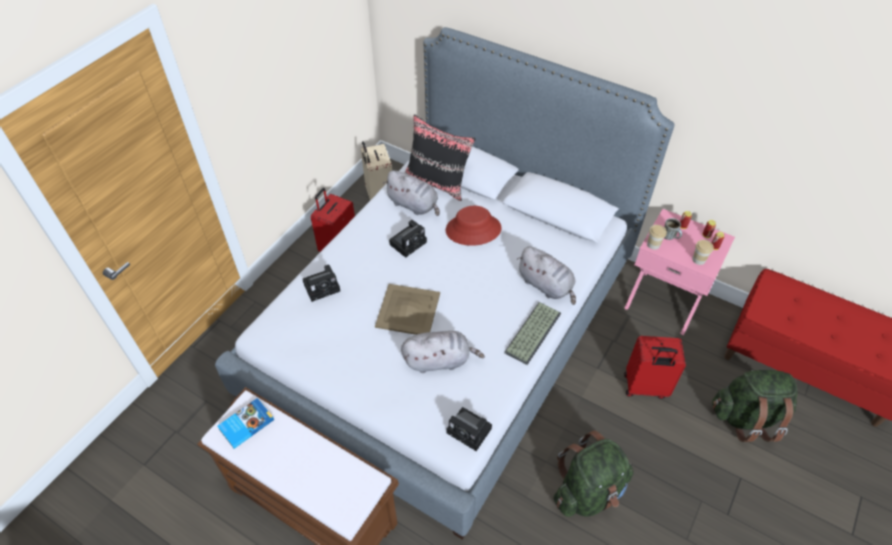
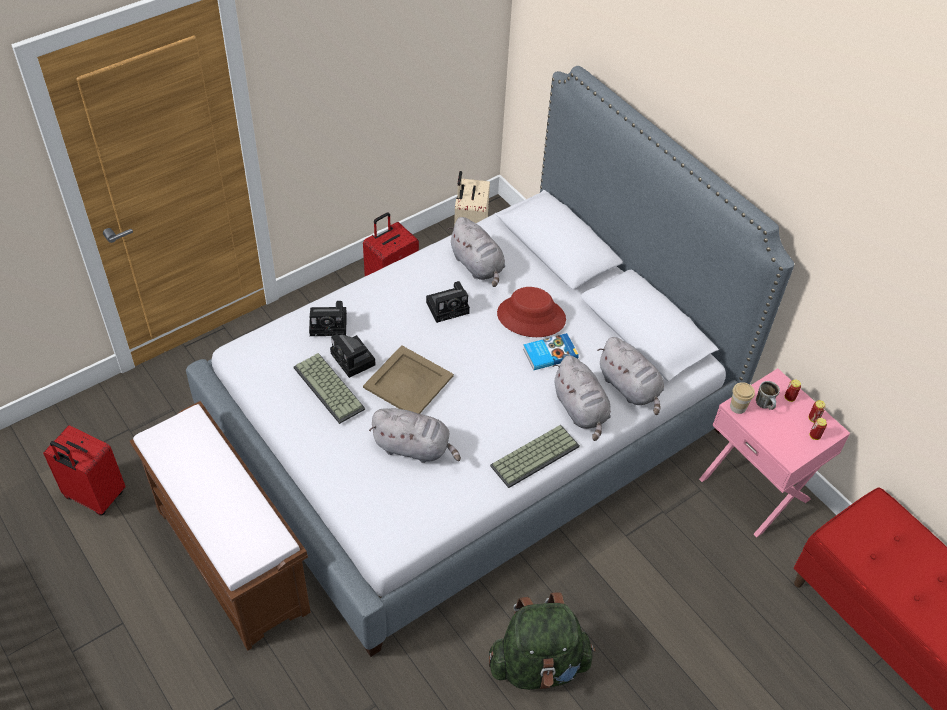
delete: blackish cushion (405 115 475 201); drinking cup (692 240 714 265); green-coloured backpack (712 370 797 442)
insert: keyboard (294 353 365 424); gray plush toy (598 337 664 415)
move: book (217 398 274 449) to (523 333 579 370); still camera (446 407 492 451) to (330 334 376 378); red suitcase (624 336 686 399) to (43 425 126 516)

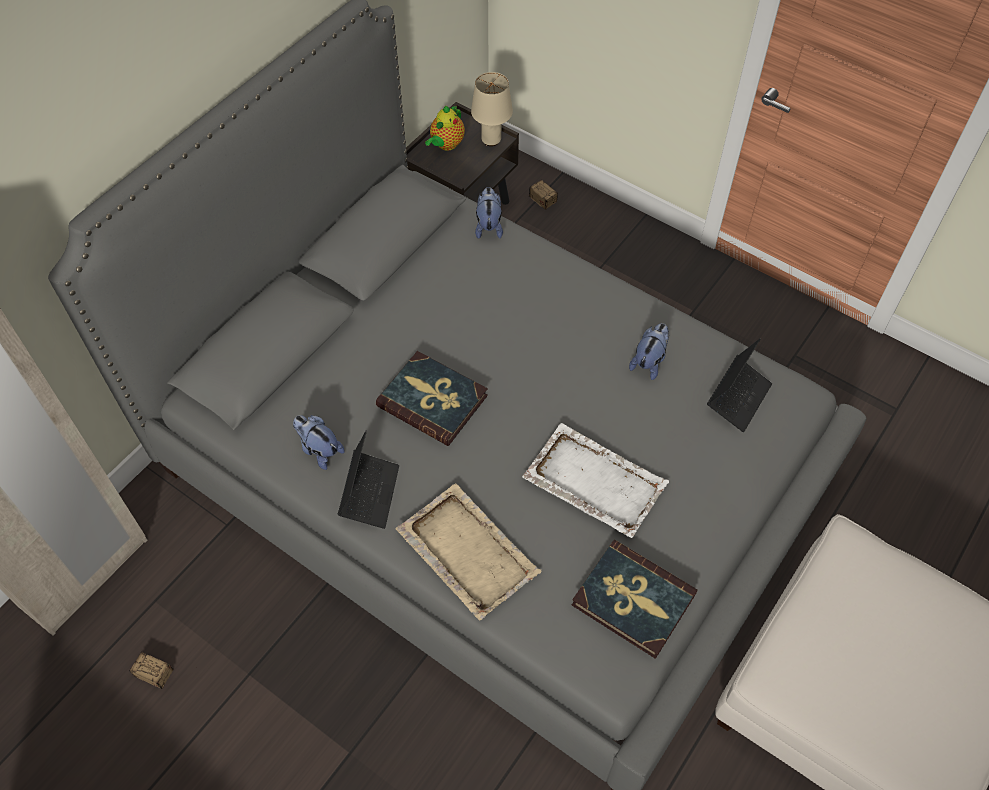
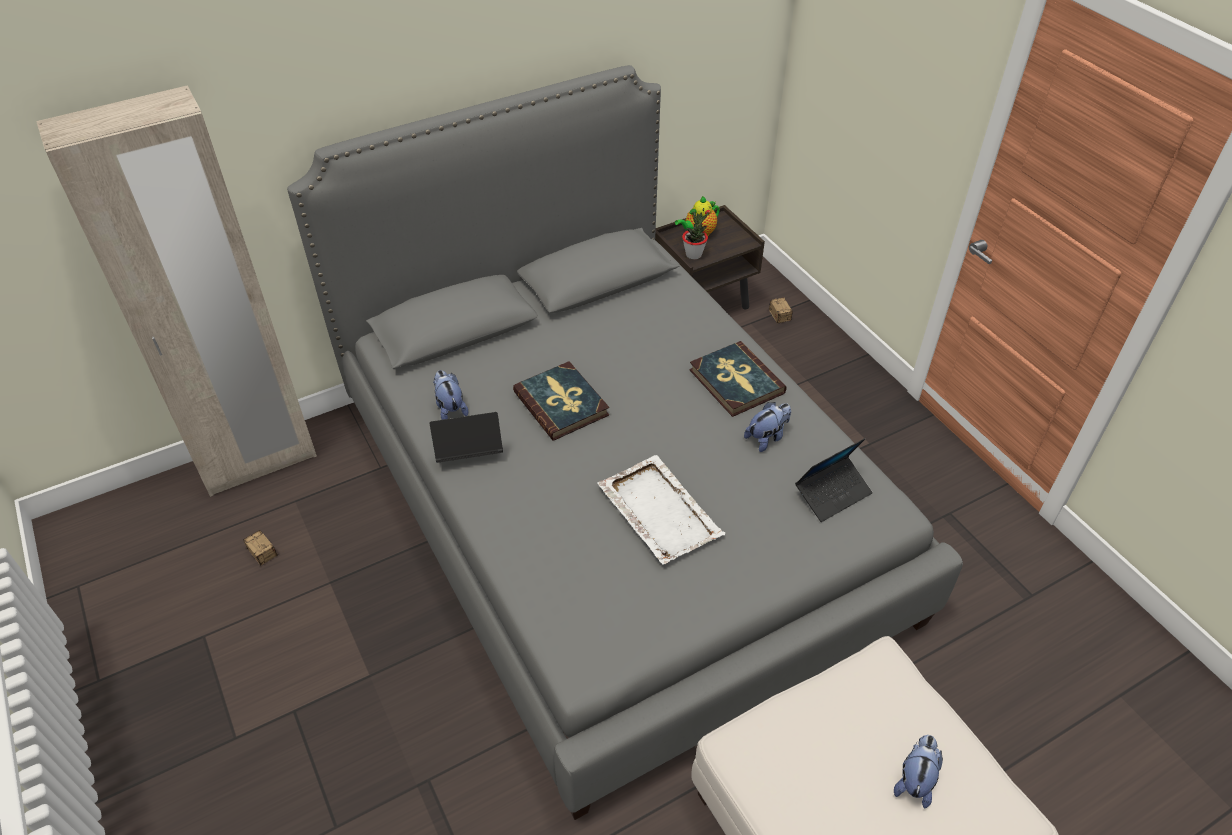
delete: sand-coloured tray (396 483 541 620); sand-coloured tabletop lamp (471 72 513 146)
insert: plant in a pot (682 212 709 259)
move: plush toy (475 187 503 239) to (894 735 943 808); book (572 539 698 659) to (689 341 787 417)
rotate: notebook computer (338 431 399 529) = (429 412 503 463) 135 degrees counterclockwise

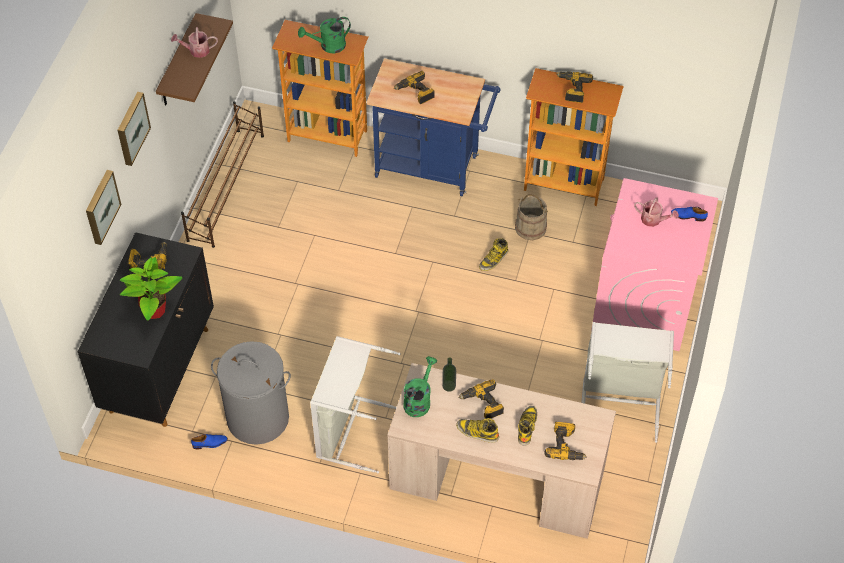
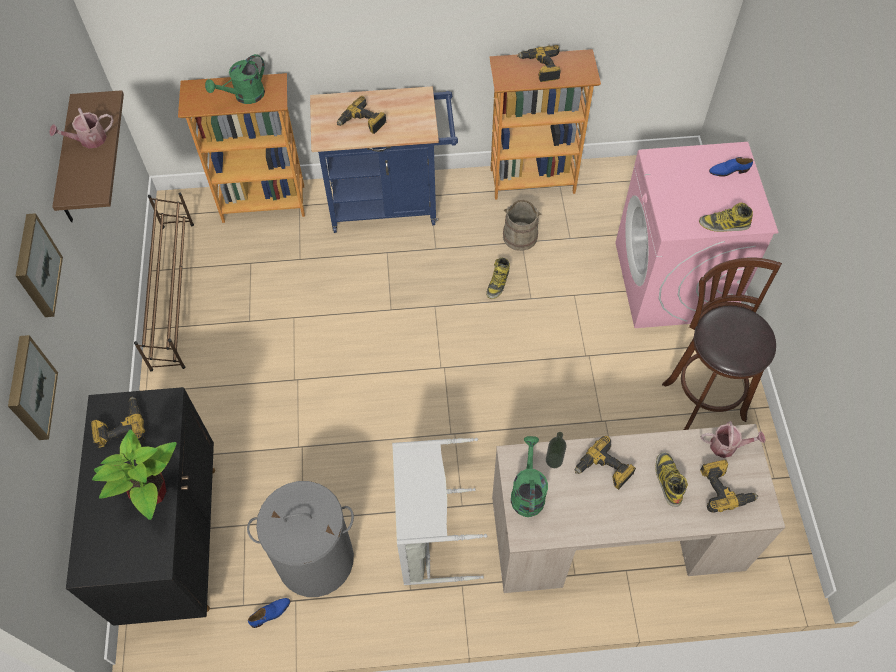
move: high-top boot (456 418 499 443) to (699 203 753 232); watering can (634 197 679 227) to (701 421 766 458)
replace: gray laundry basket (581 322 674 443) to brownish stool (662 257 782 430)

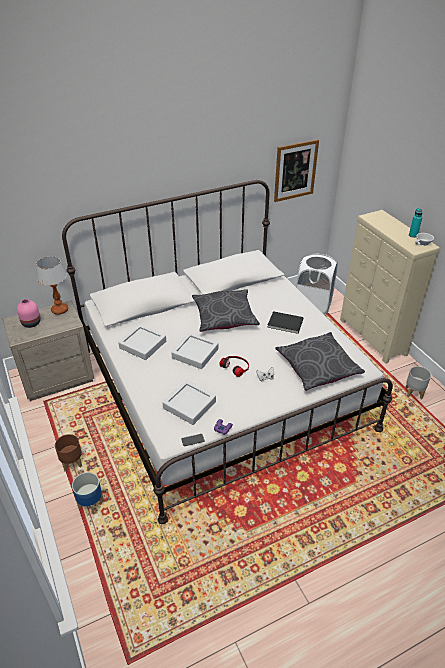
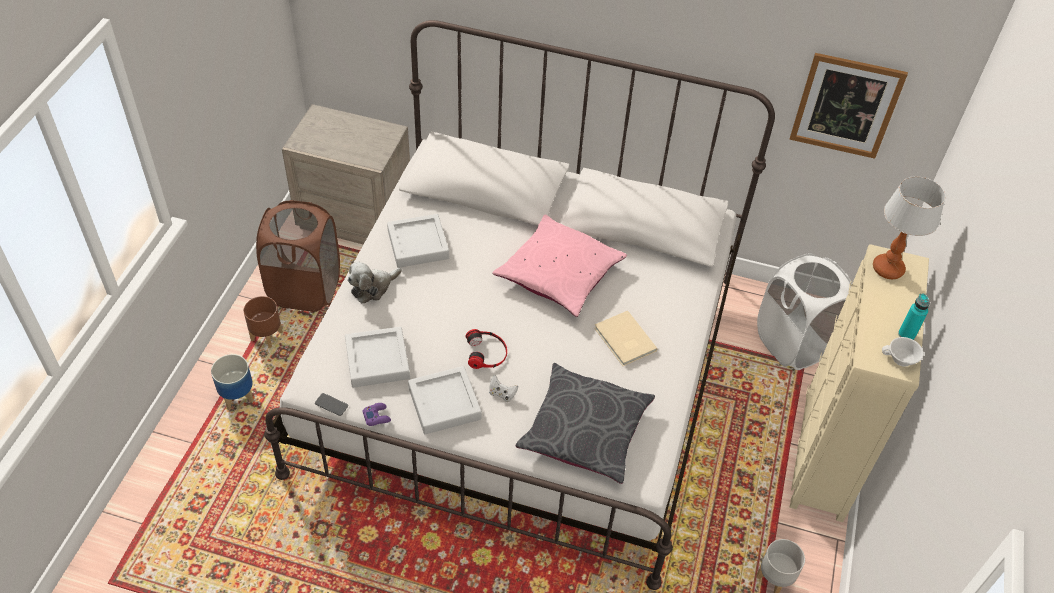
delete: pink-coloured vase (17 299 41 328)
insert: brownish laundry basket (256 200 340 312); plush toy (348 261 402 304)
move: tabletop lamp (36 256 68 315) to (873 176 945 279); gray tray (171 333 219 369) to (408 366 481 435)
recolor: gray cushion (192 289 260 332) to pink-coloured cushion (492 215 627 317); blackish book (267 311 303 334) to sand-coloured book (594 311 657 366)

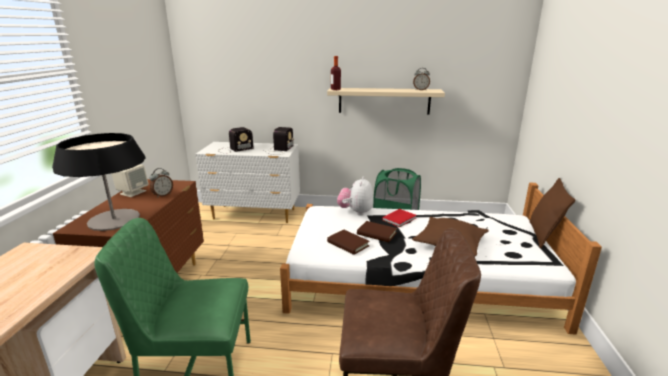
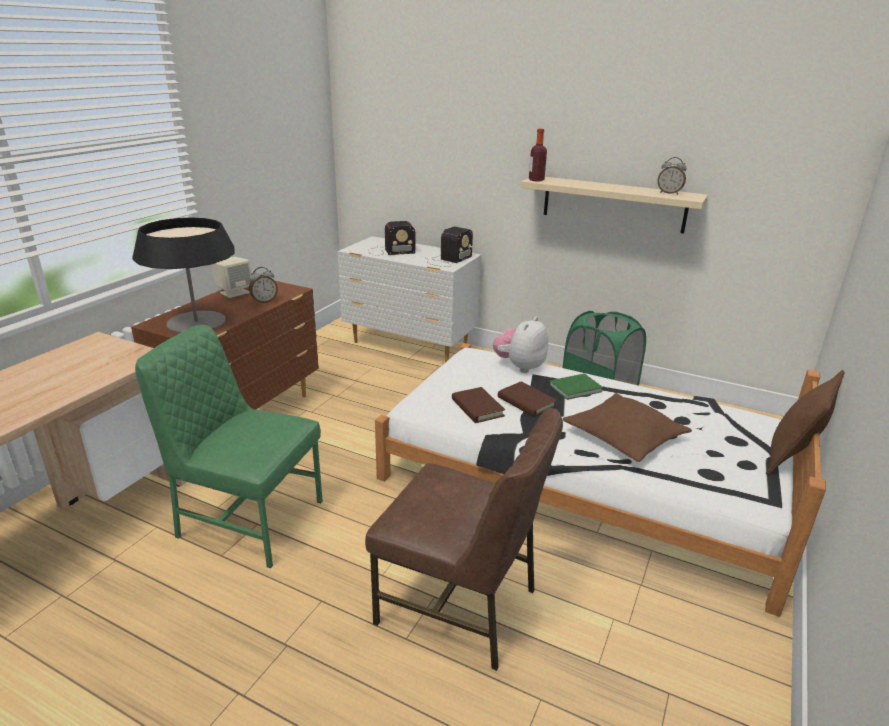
recolor: red book (382 209 417 227) to green-coloured book (549 373 603 400)

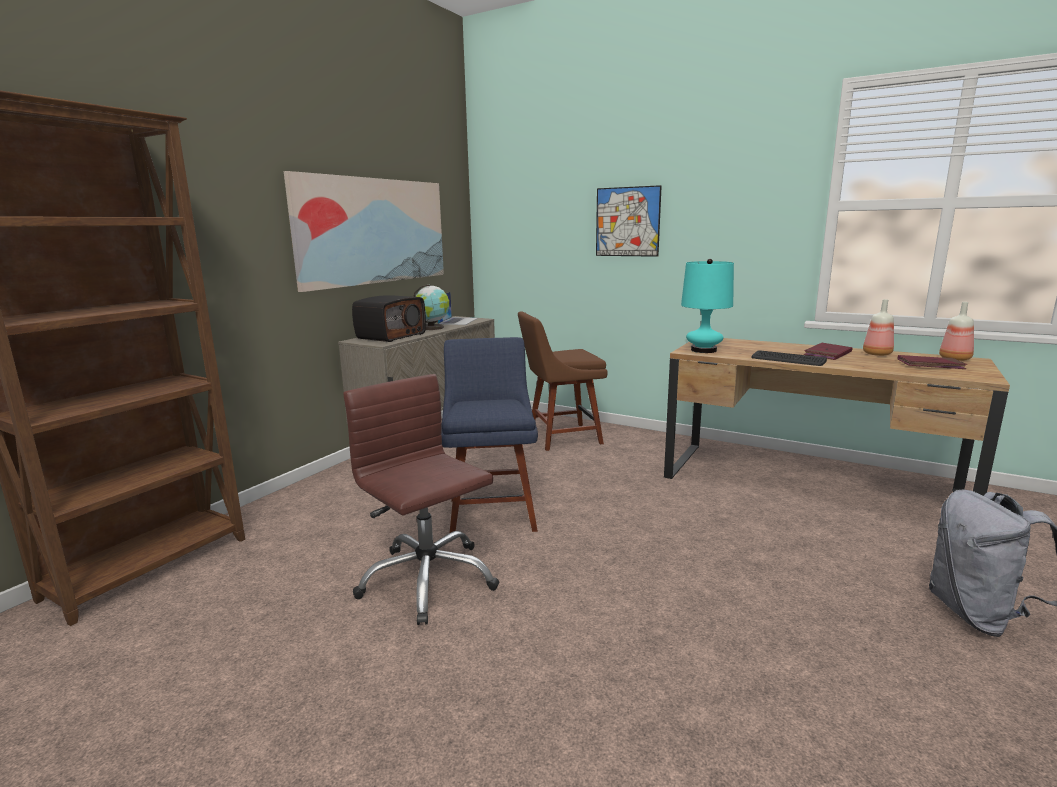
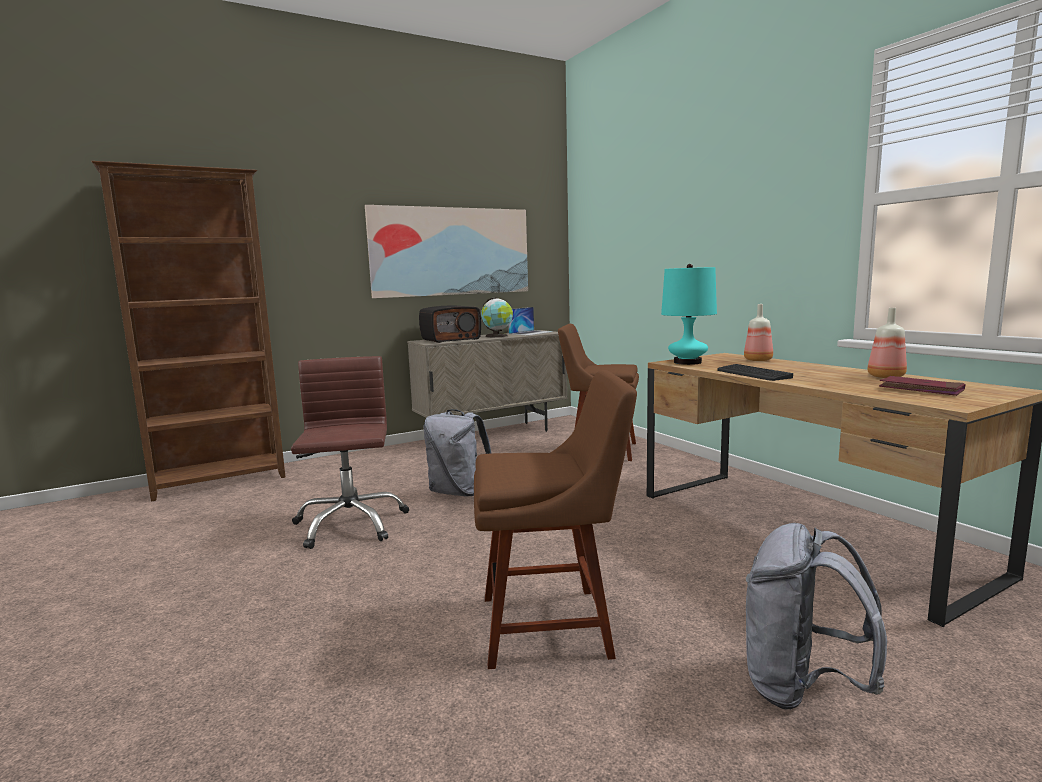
delete: picture (596 185 662 257); red book (804 343 853 360)
insert: brownish chair (474 370 637 669)
move: beverage bottle (939 302 974 361) to (744 304 773 361)
replace: bluish chair (441 337 538 533) to gray backpack (424 409 491 496)

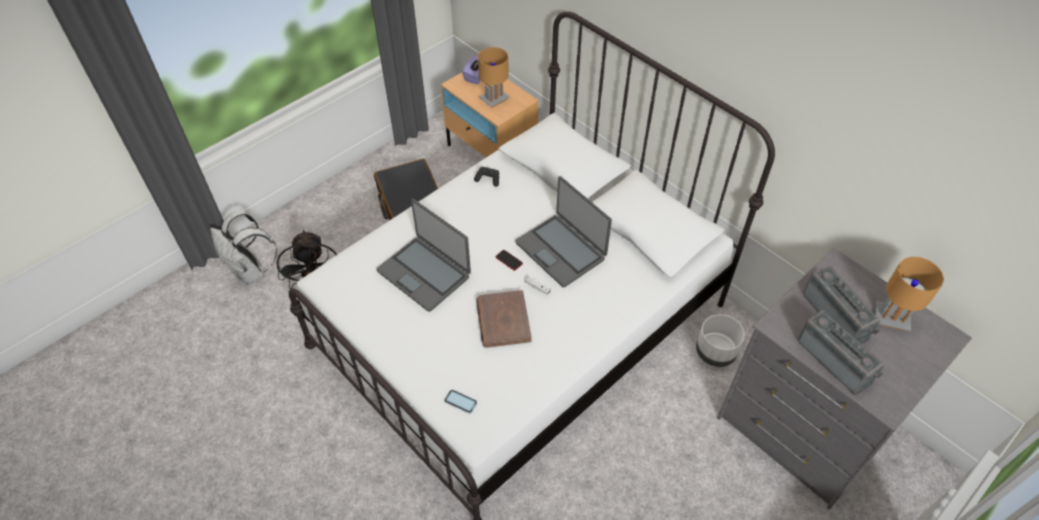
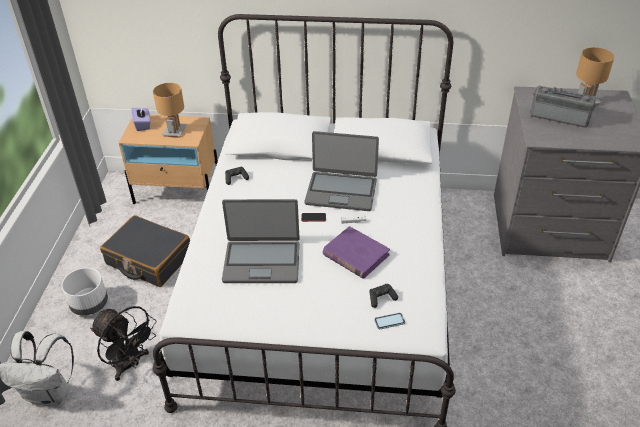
delete: radio set (797 310 884 395)
insert: blackish game controller (370 284 398 308)
move: white-coloured planter (696 314 745 367) to (61 268 108 316)
recolor: brownish book (476 290 532 348) to purple-coloured book (323 226 390 279)

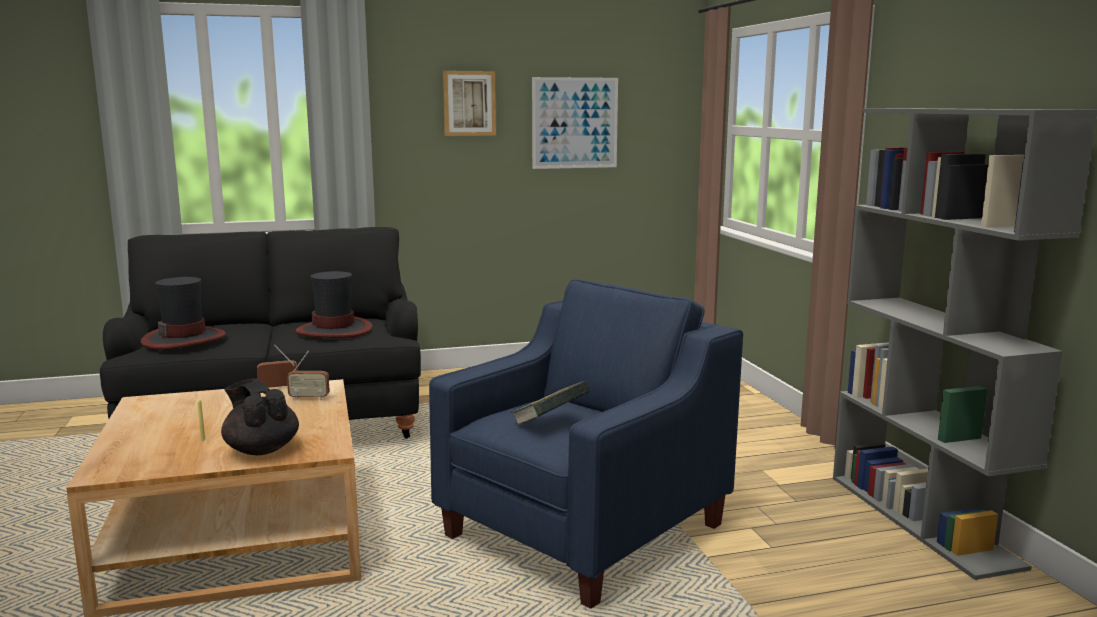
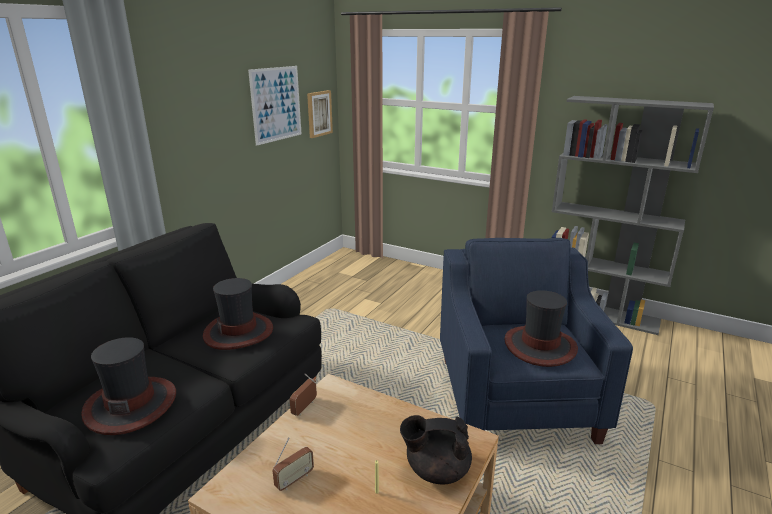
move: radio set (287 351 330 400) to (272 437 314 491); picture (443 71 496 136) to (307 90 333 138)
replace: book (511 381 590 426) to clothing hat (504 290 578 367)

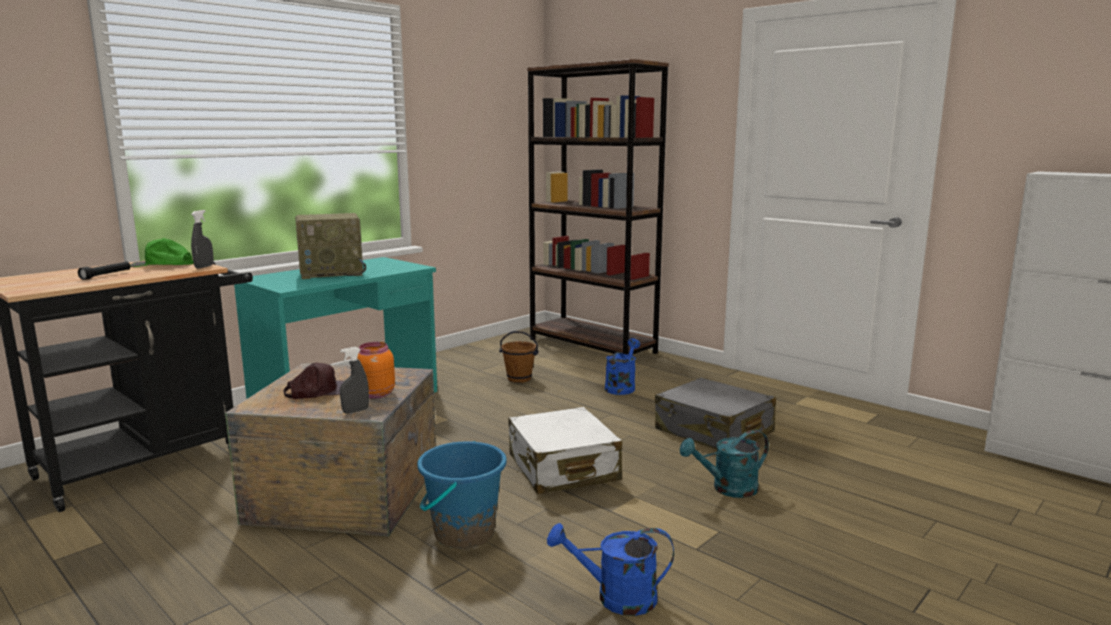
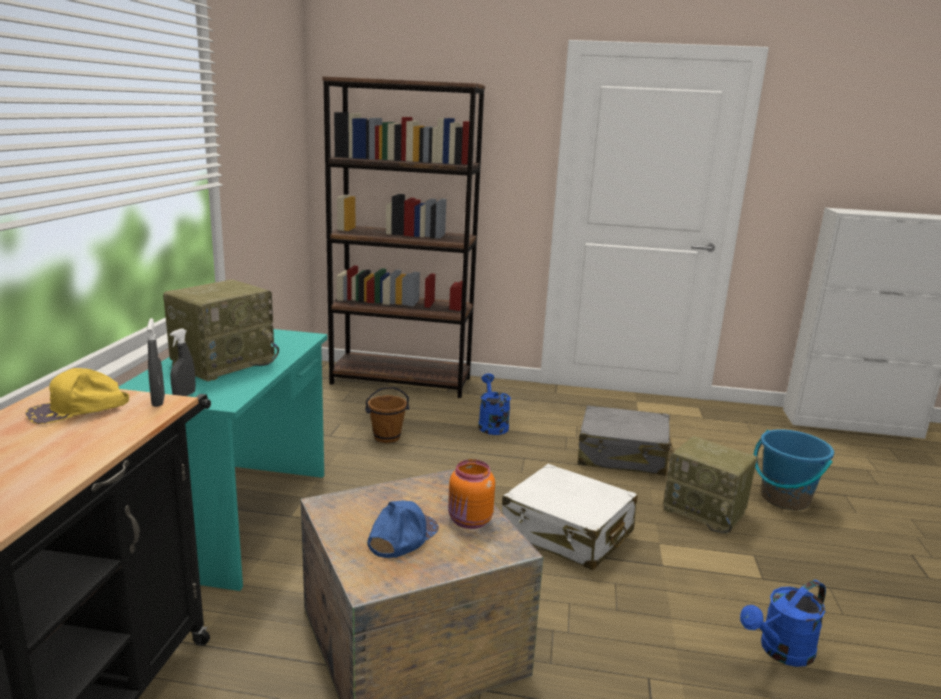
delete: blackish hand torch (78 262 130 280)
move: gray spray bottle (340 347 369 414) to (170 328 196 396); bluish water bucket (417 441 506 549) to (753 429 834 510)
replace: blue-green watering can (680 430 769 498) to radio set (663 436 757 534)
recolor: green-coloured peaked cap (130 238 194 267) to yellowish peaked cap (25 368 129 424); brownish peaked cap (283 363 344 399) to bluish peaked cap (367 500 439 558)

